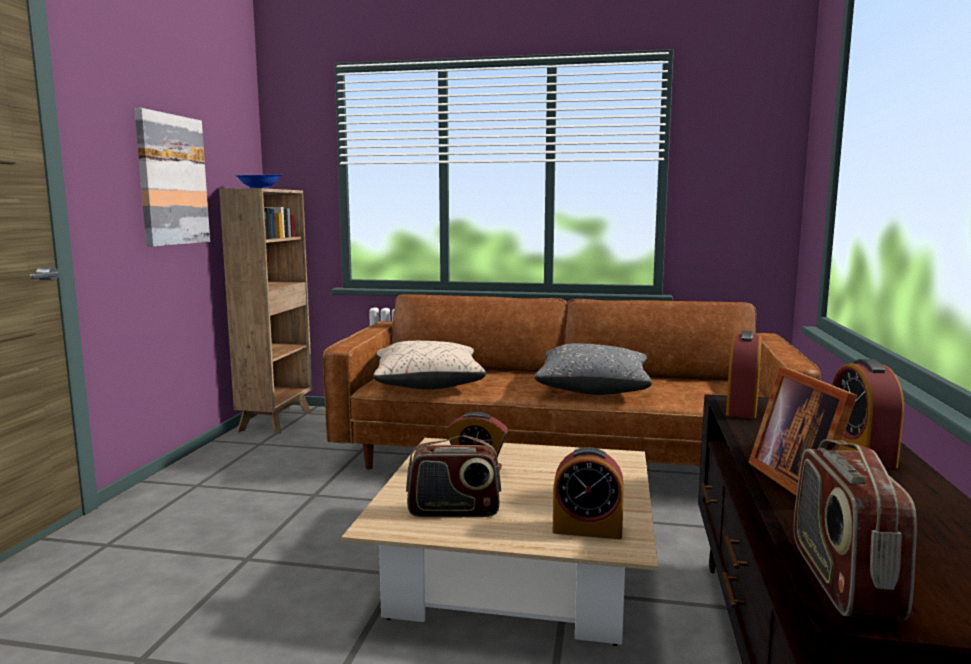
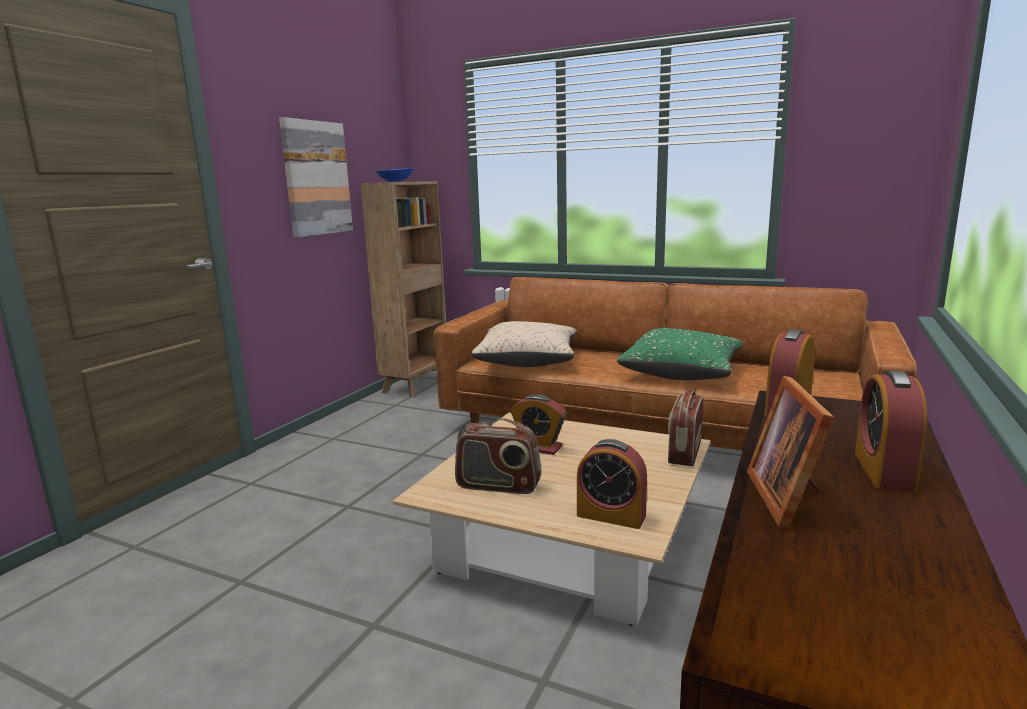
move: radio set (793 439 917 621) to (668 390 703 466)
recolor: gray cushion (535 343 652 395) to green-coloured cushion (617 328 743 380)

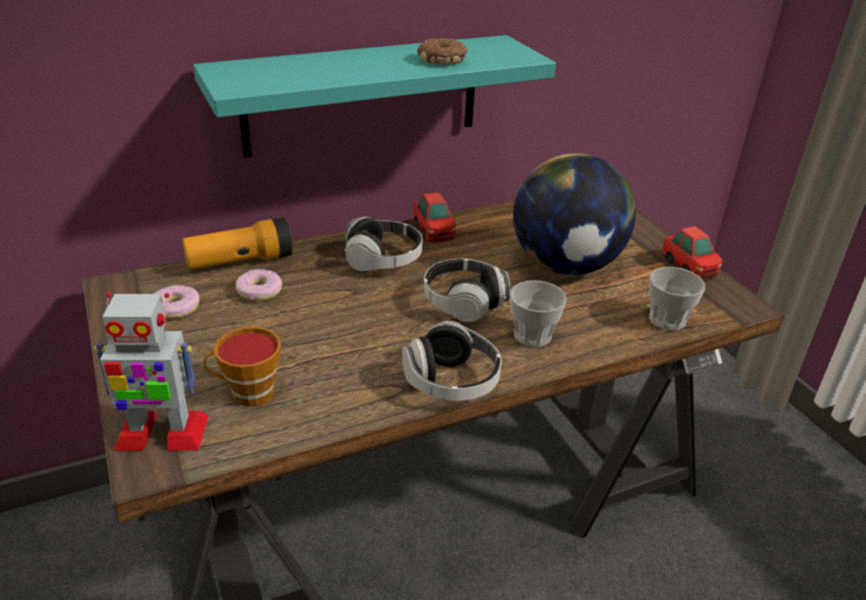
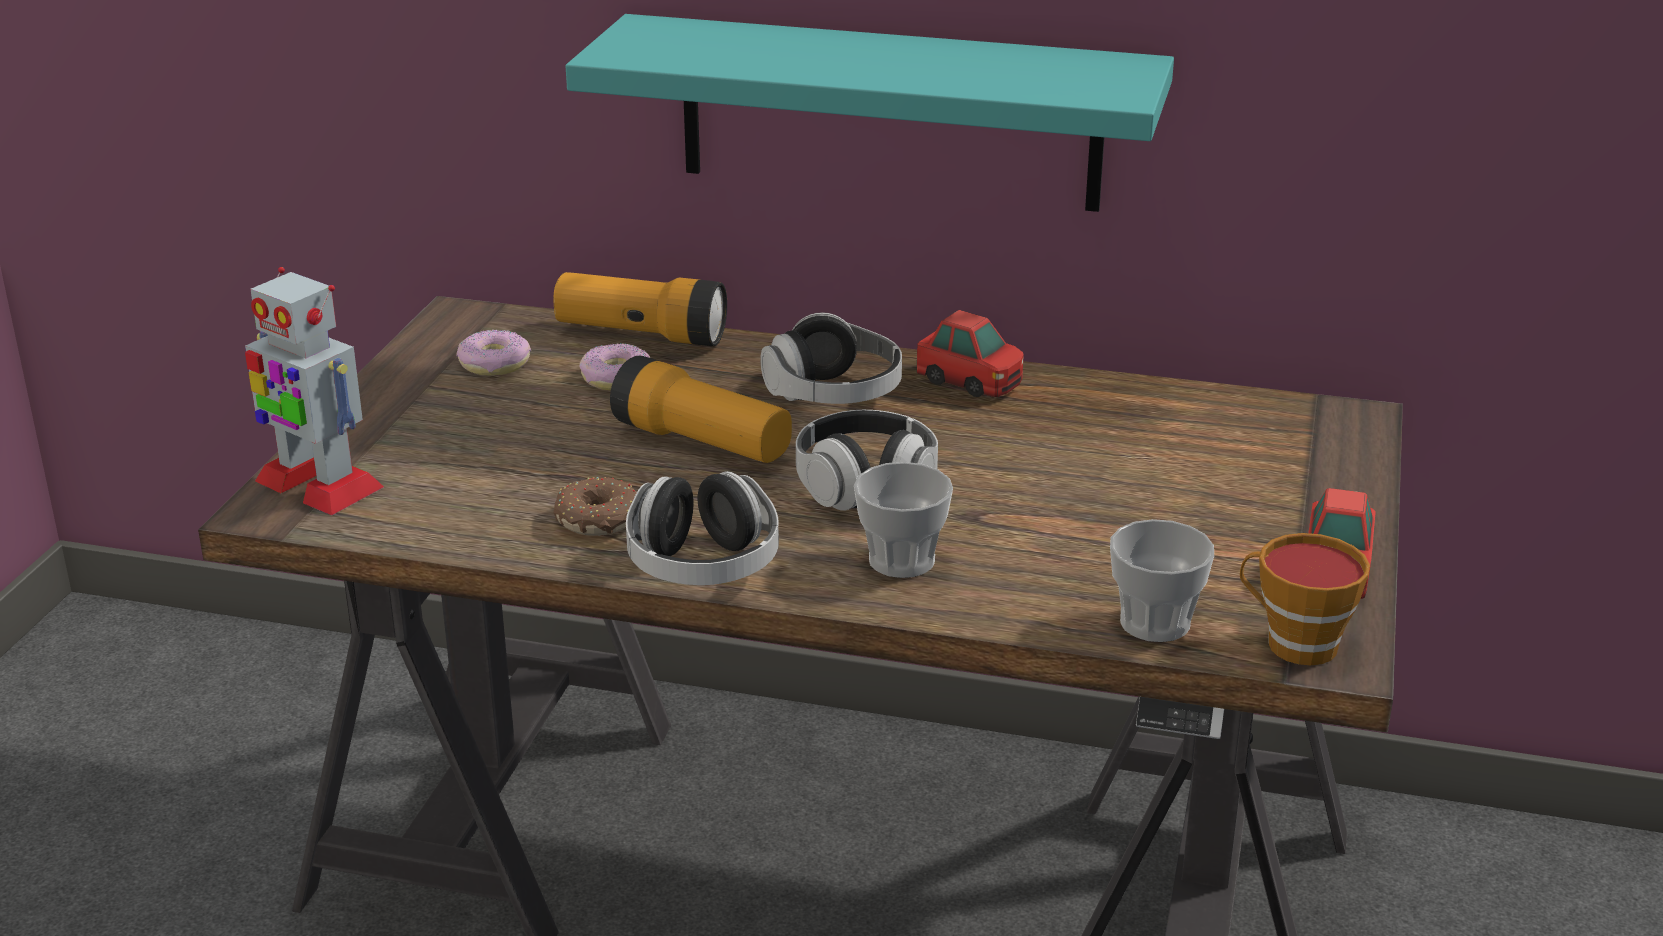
delete: world globe (513 153 636 275)
insert: hand torch (610 356 792 463)
move: drinking cup (203 327 281 407) to (1240 533 1370 665); doughnut (417 38 468 65) to (553 477 637 536)
rotate: model car (413 192 456 242) = (917 310 1024 397) 75 degrees counterclockwise

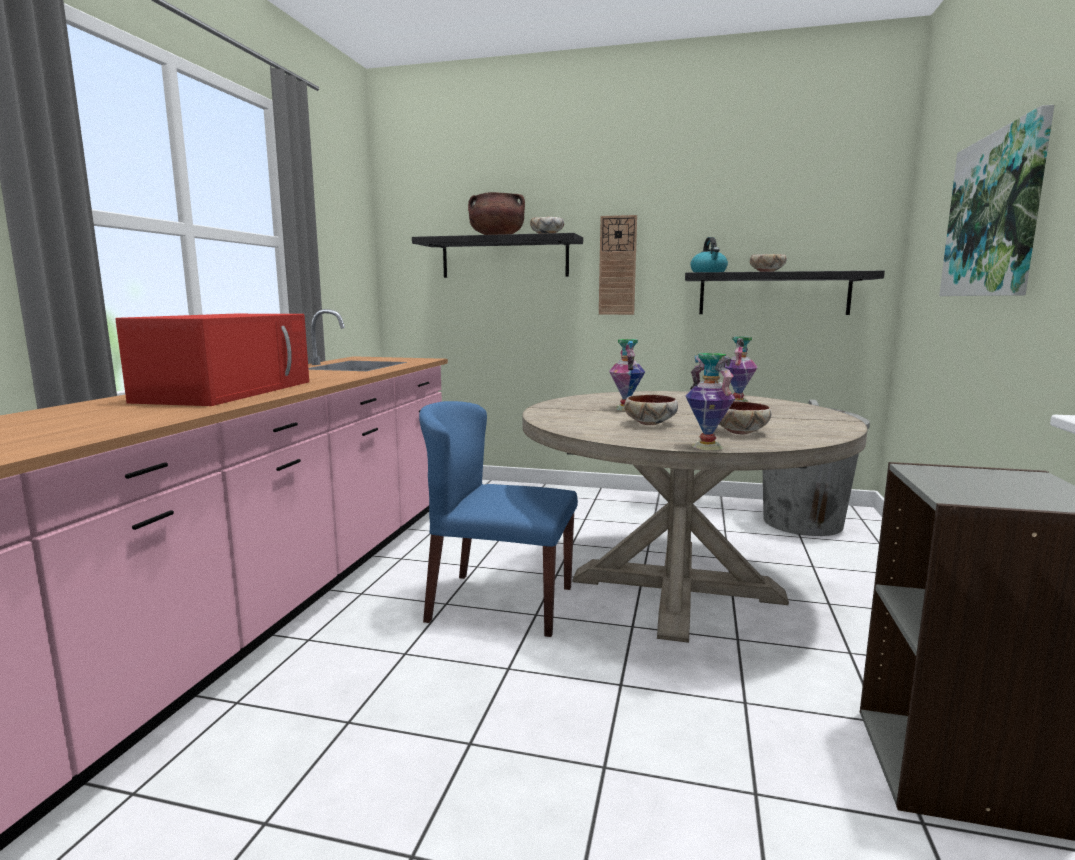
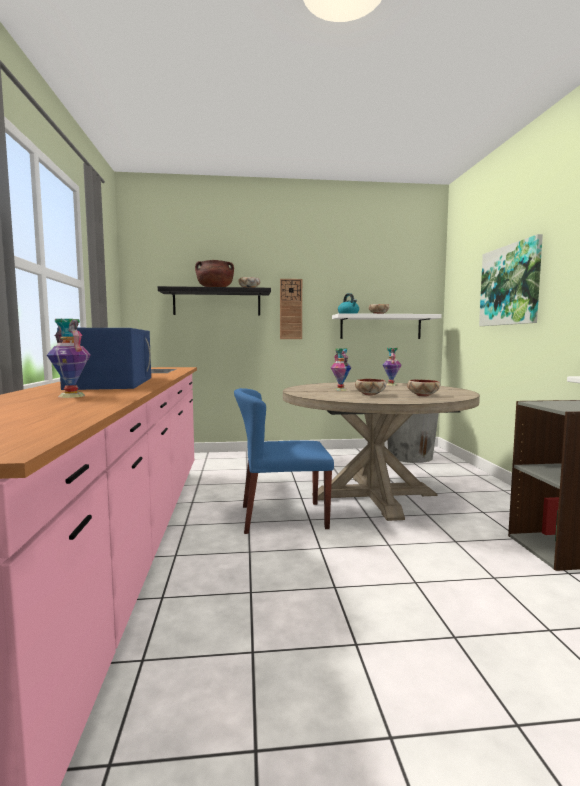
move: vase (685 353 736 451) to (47 319 91 398)
recolor: red microwave oven (115 314 309 406) to bluish microwave oven (57 328 151 390); blackish shelf (685 271 885 315) to white-coloured shelf (332 313 442 339)

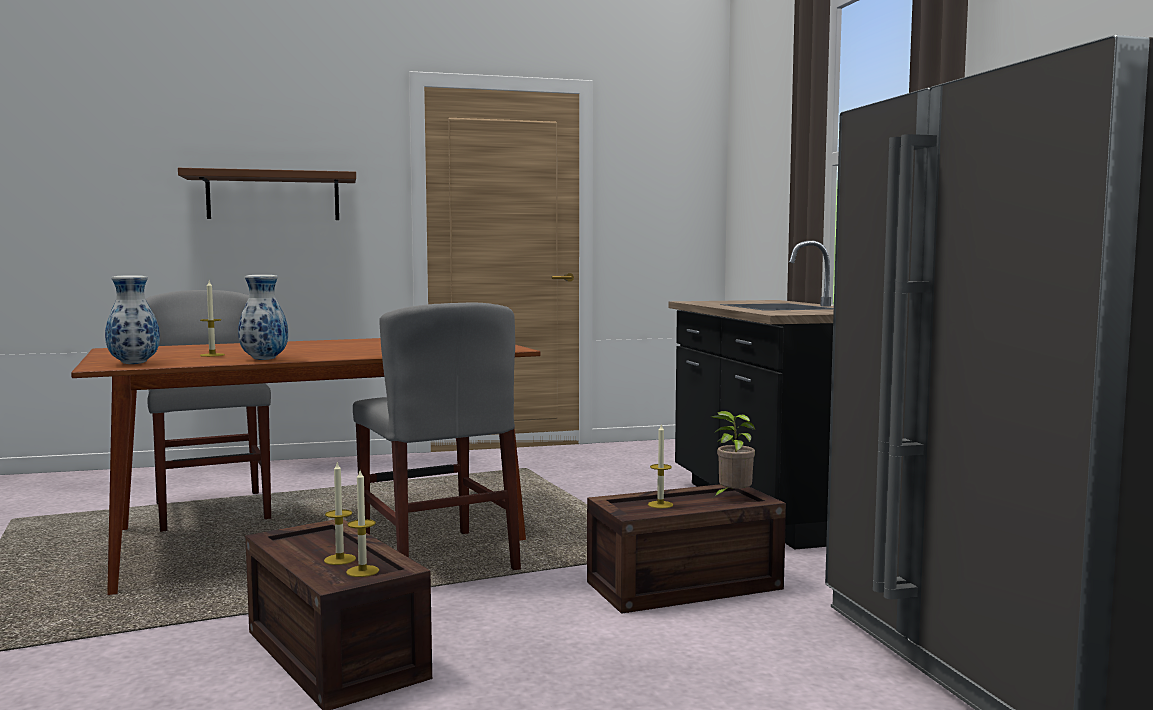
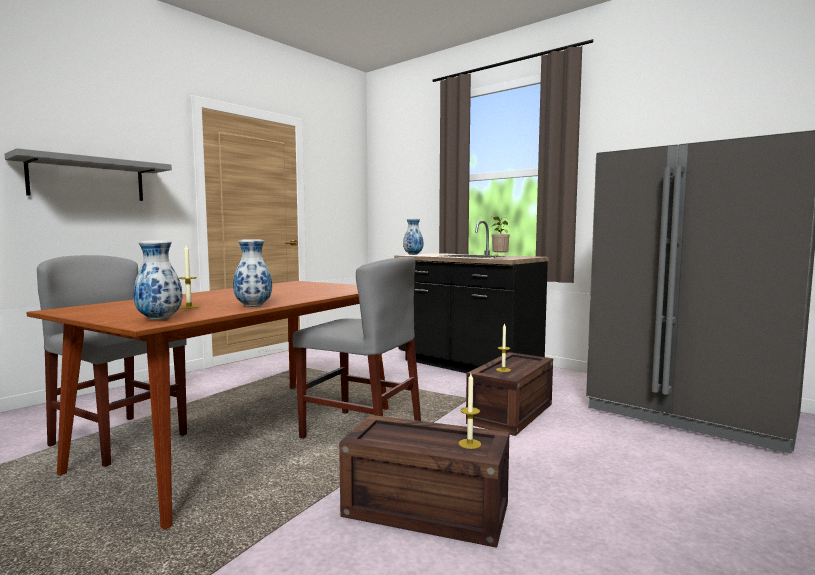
delete: wax light (324 462 356 565)
insert: vase (403 218 423 255)
move: plant in a pot (711 411 755 498) to (491 216 510 258)
recolor: brownish shelf (178 168 356 220) to gray shelf (4 148 172 201)

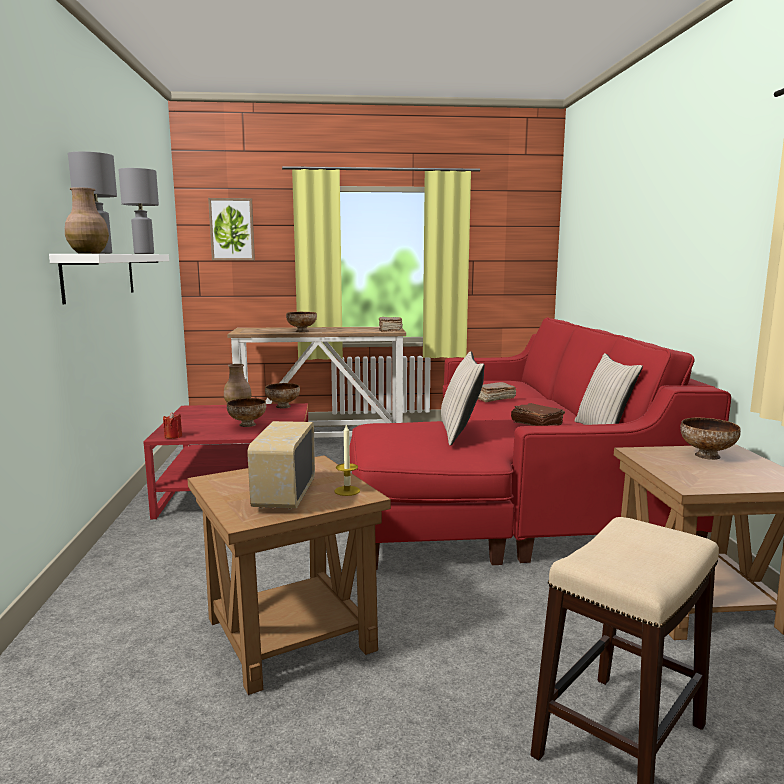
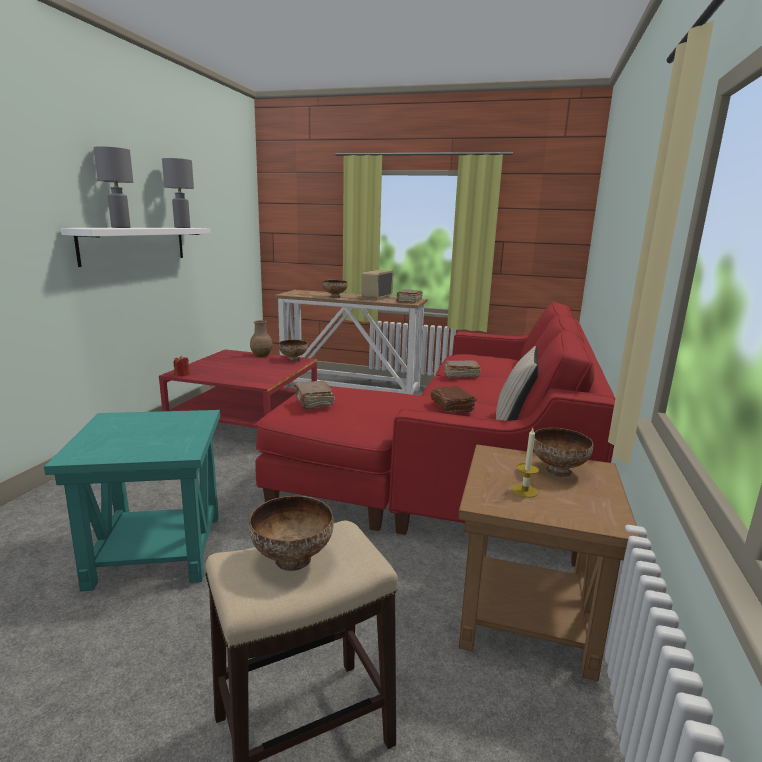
delete: brownish vase (65 187 109 254); picture (208 198 255 260); sand-coloured cushion (441 351 485 446)
insert: brownish book (294 381 335 410)
move: deep dish (227 398 266 427) to (249 496 334 571); radio set (247 421 315 510) to (362 270 394 300); wax light (334 425 360 496) to (512 428 539 498)
recolor: brownish side table (187 455 391 695) to blue-green side table (44 410 220 592)

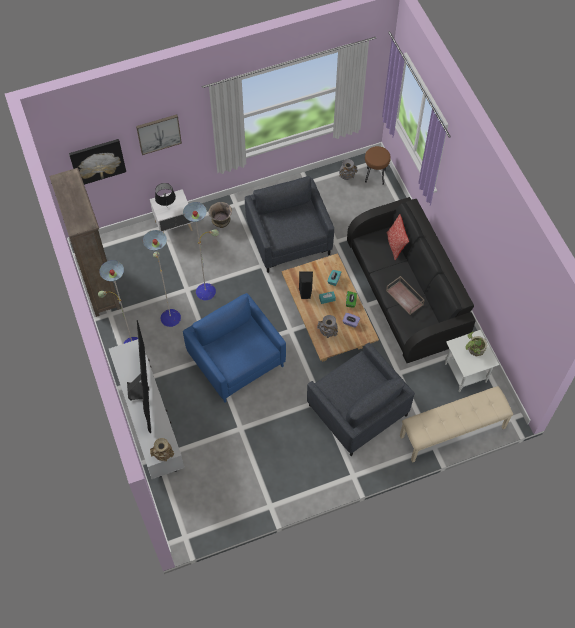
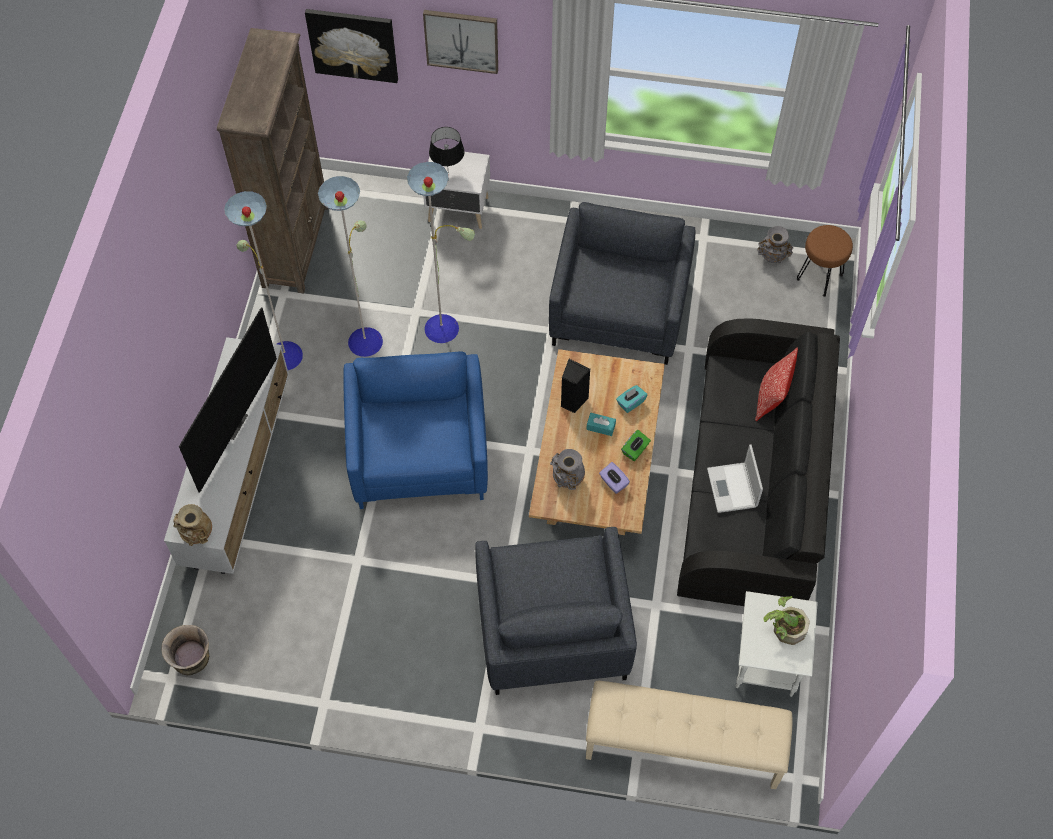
move: vase (208 202 232 228) to (161 625 209 675)
replace: brownish tray (386 276 425 315) to notebook computer (707 444 763 513)

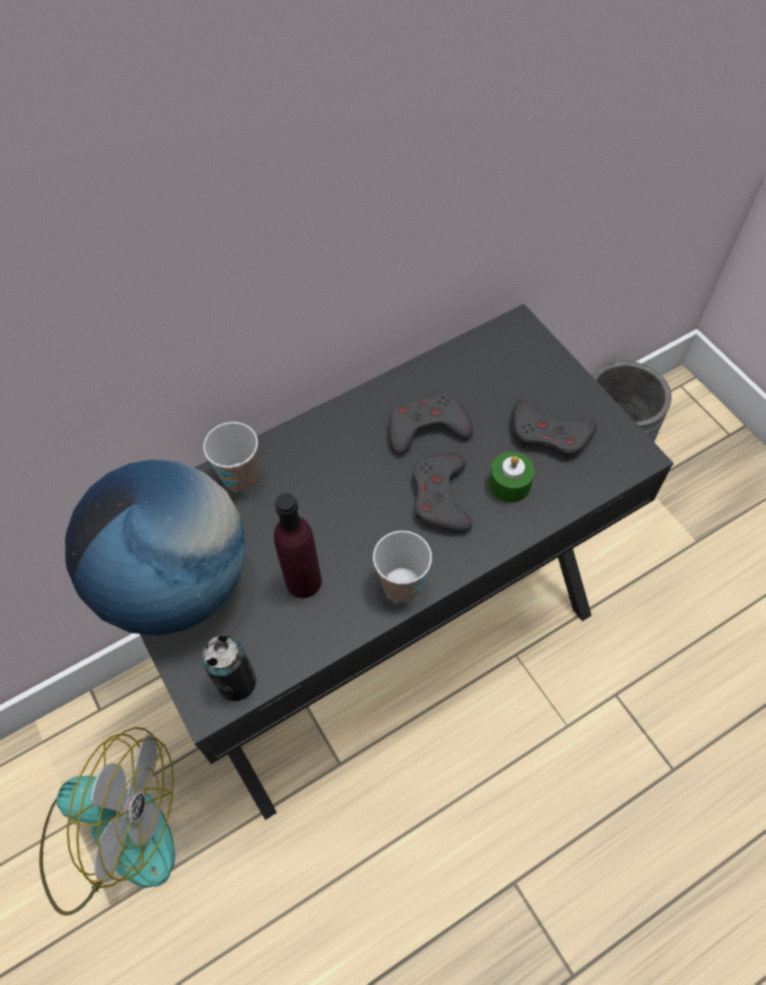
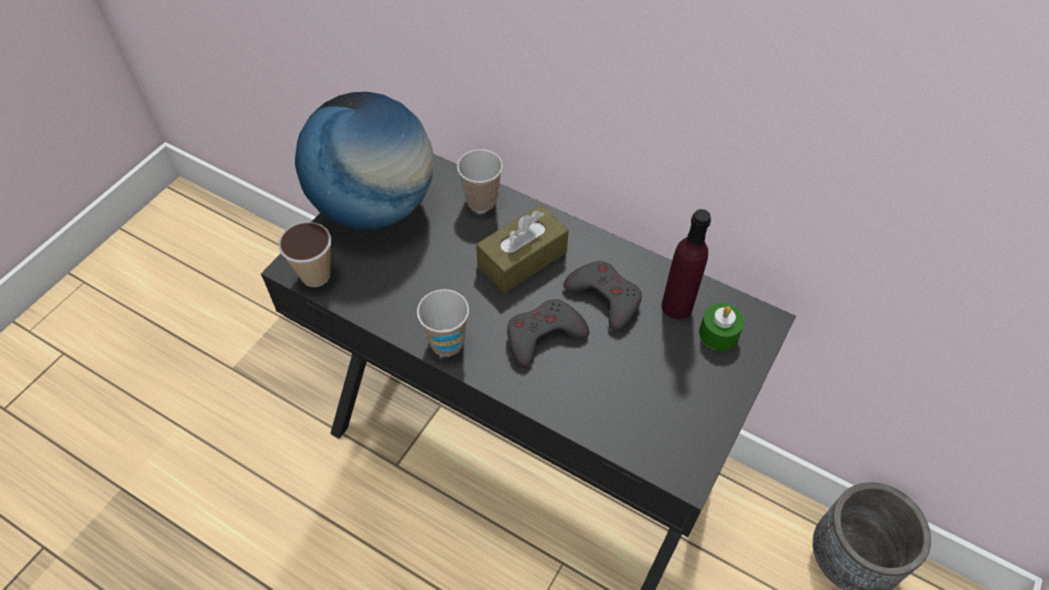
delete: cooling fan (39 727 175 916); gray game controller (512 400 597 460)
insert: brownish tissue box (476 205 569 293)
move: purple-coloured beverage bottle (274 493 322 598) to (662 209 711 320); green-coloured wax light (489 452 535 502) to (699 303 744 351)
replace: sealed can (201 635 257 701) to drinking cup (279 222 331 287)

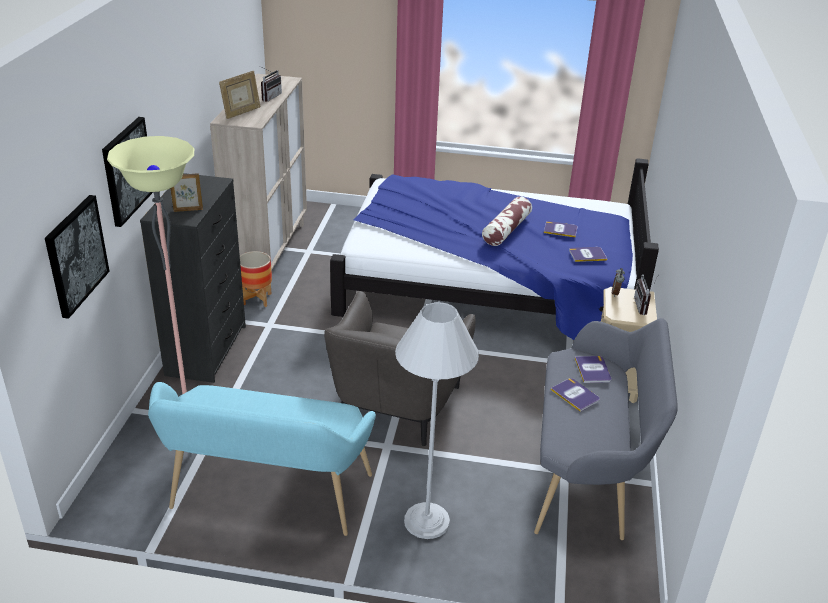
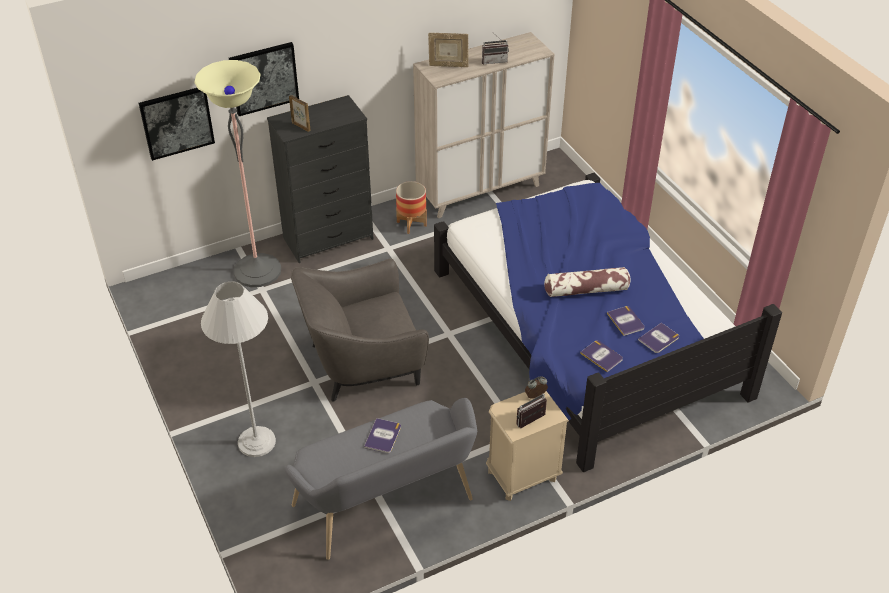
delete: blue-green long seat (148 382 376 536)
move: book (575 356 612 383) to (638 323 679 353)

